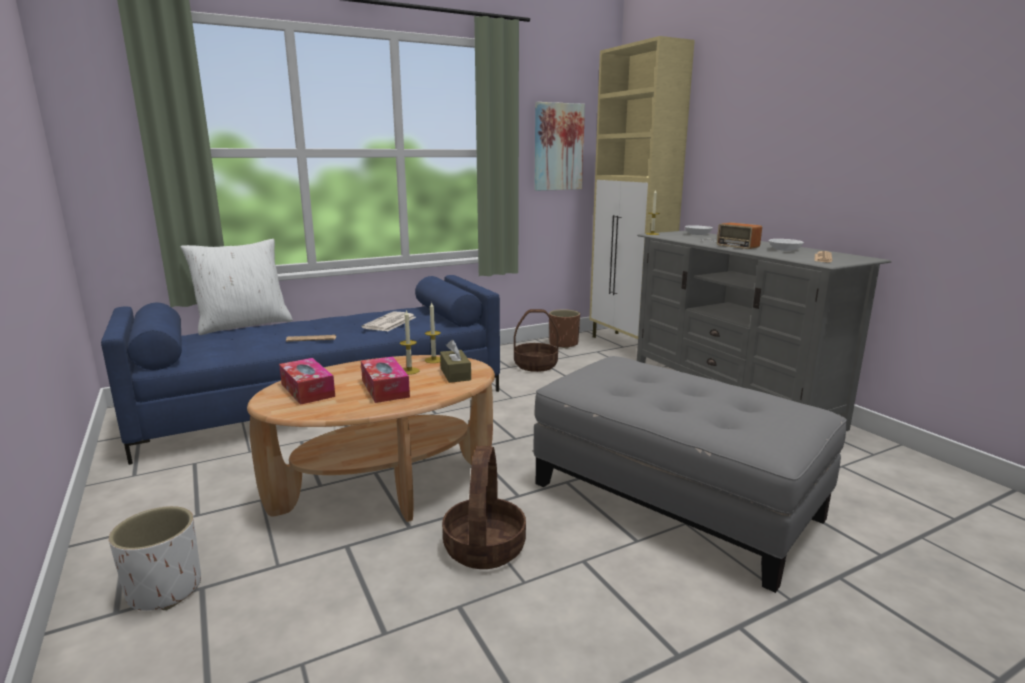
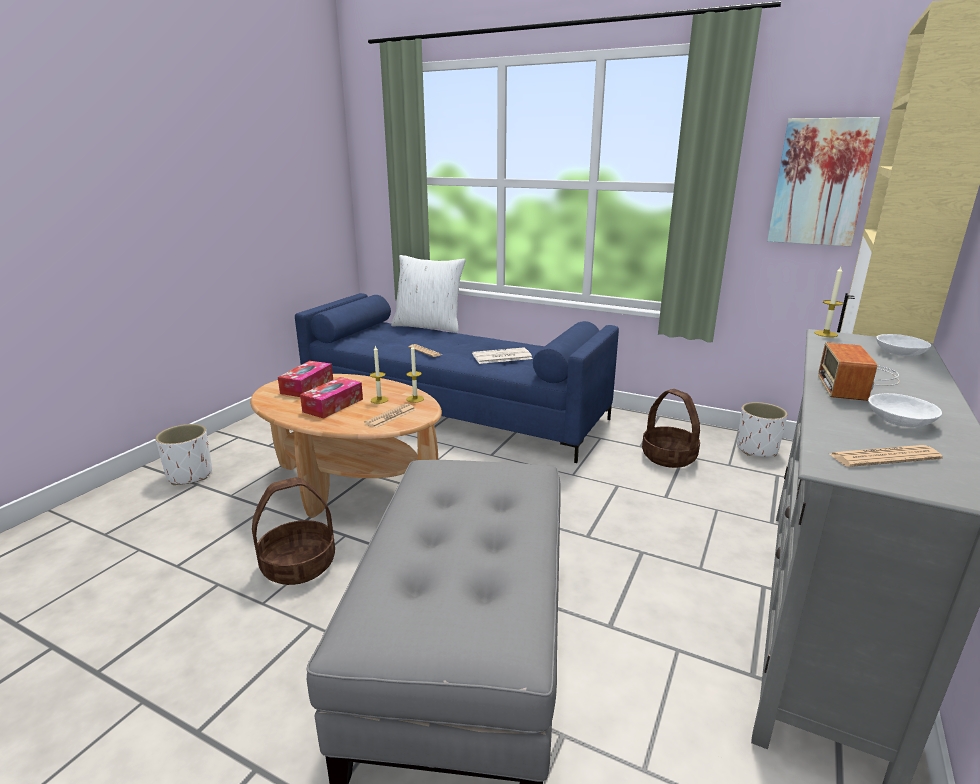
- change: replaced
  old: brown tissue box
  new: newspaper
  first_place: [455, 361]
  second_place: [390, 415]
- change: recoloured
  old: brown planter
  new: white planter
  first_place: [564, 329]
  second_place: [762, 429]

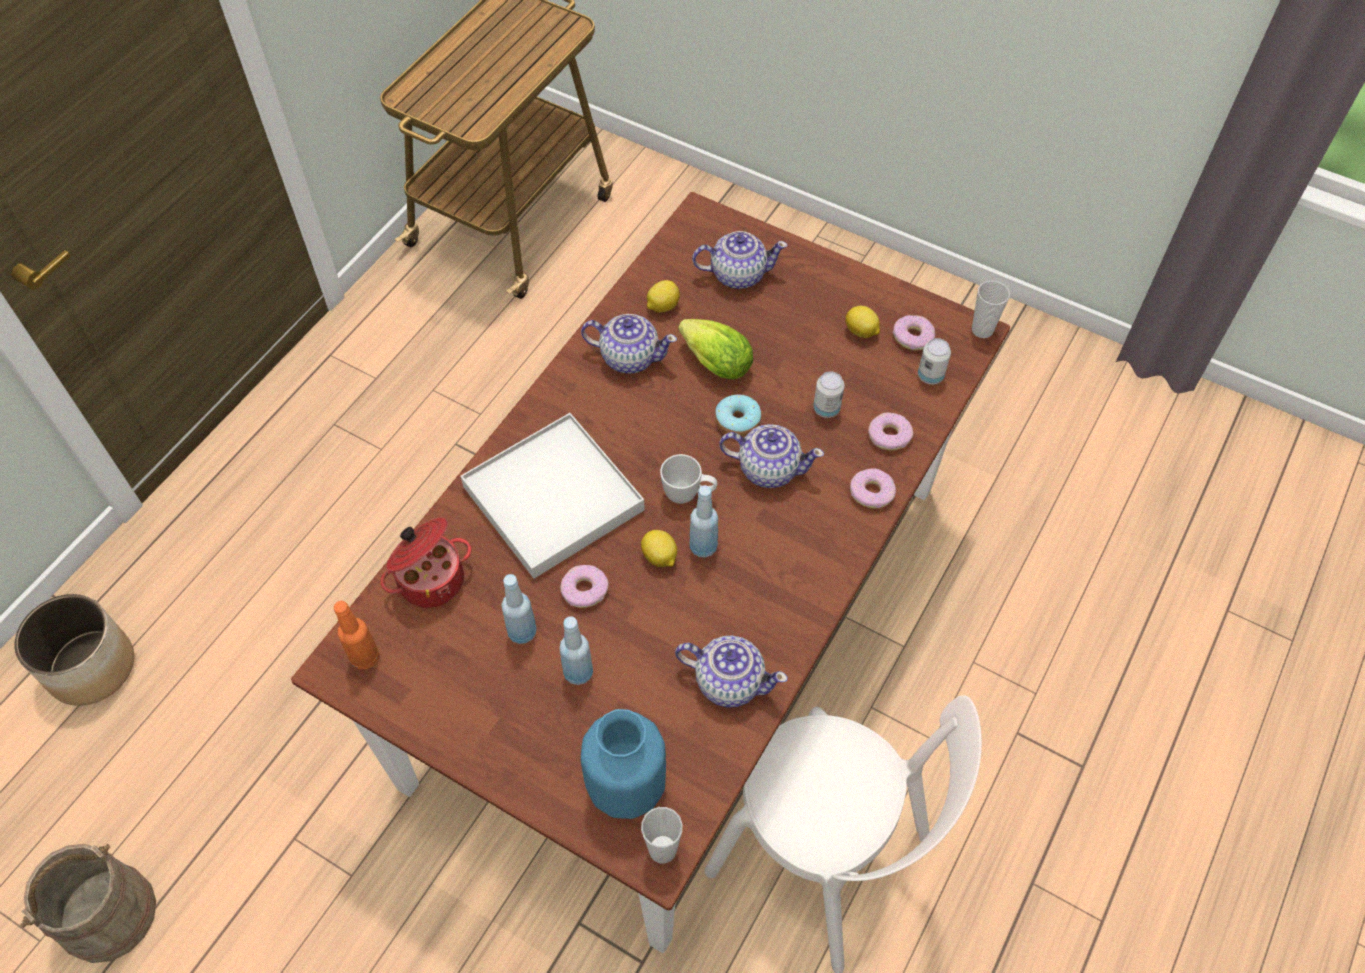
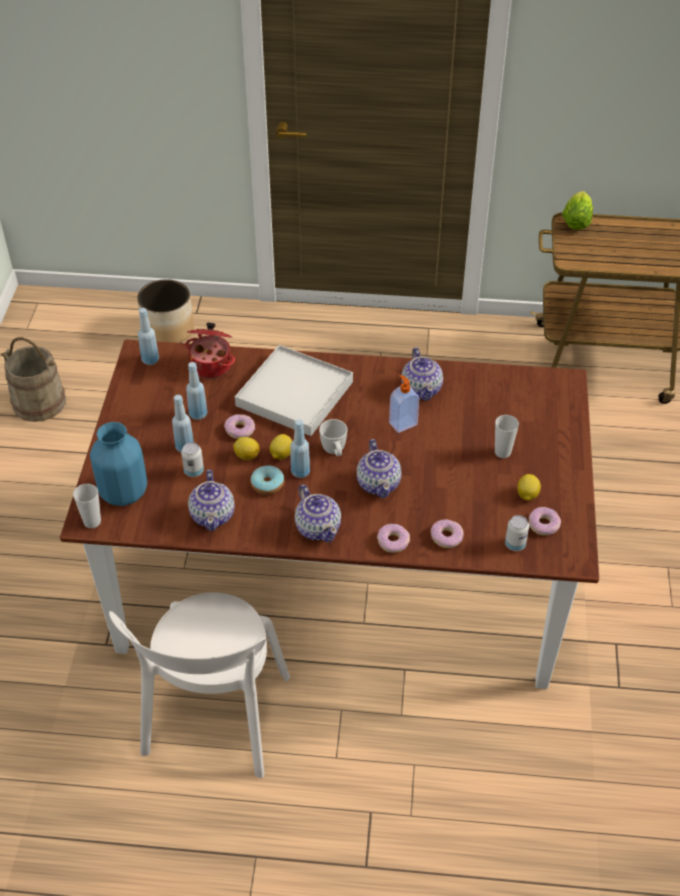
- change: recoloured
  old: orange bottle
  new: blue bottle
  first_place: [356, 635]
  second_place: [148, 336]
- change: moved
  old: can
  first_place: [829, 394]
  second_place: [192, 459]
- change: moved
  old: lemon
  first_place: [663, 296]
  second_place: [246, 448]
- change: moved
  old: donut
  first_place: [738, 415]
  second_place: [267, 480]
- change: moved
  old: teapot
  first_place: [740, 260]
  second_place: [318, 513]
- change: added
  new: soap dispenser
  second_place: [404, 404]
- change: moved
  old: cup
  first_place: [991, 309]
  second_place: [507, 436]
- change: moved
  old: lettuce
  first_place: [715, 349]
  second_place: [577, 210]

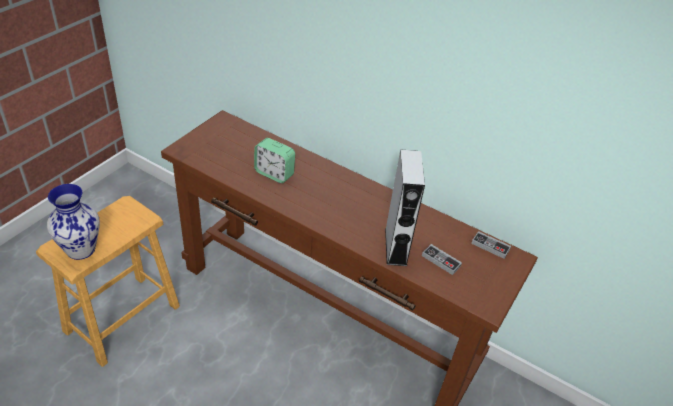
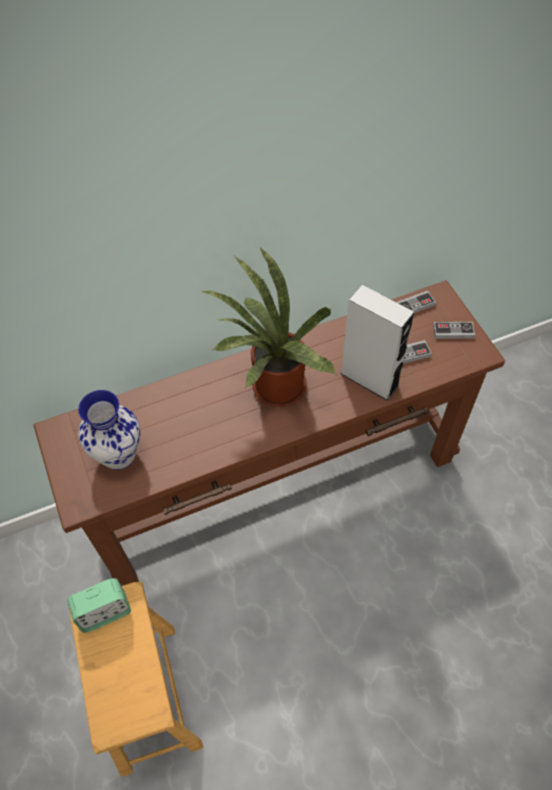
- change: moved
  old: alarm clock
  first_place: [274, 160]
  second_place: [99, 605]
- change: moved
  old: vase
  first_place: [73, 222]
  second_place: [109, 430]
- change: added
  new: potted plant
  second_place: [268, 327]
- change: added
  new: game controller
  second_place: [454, 330]

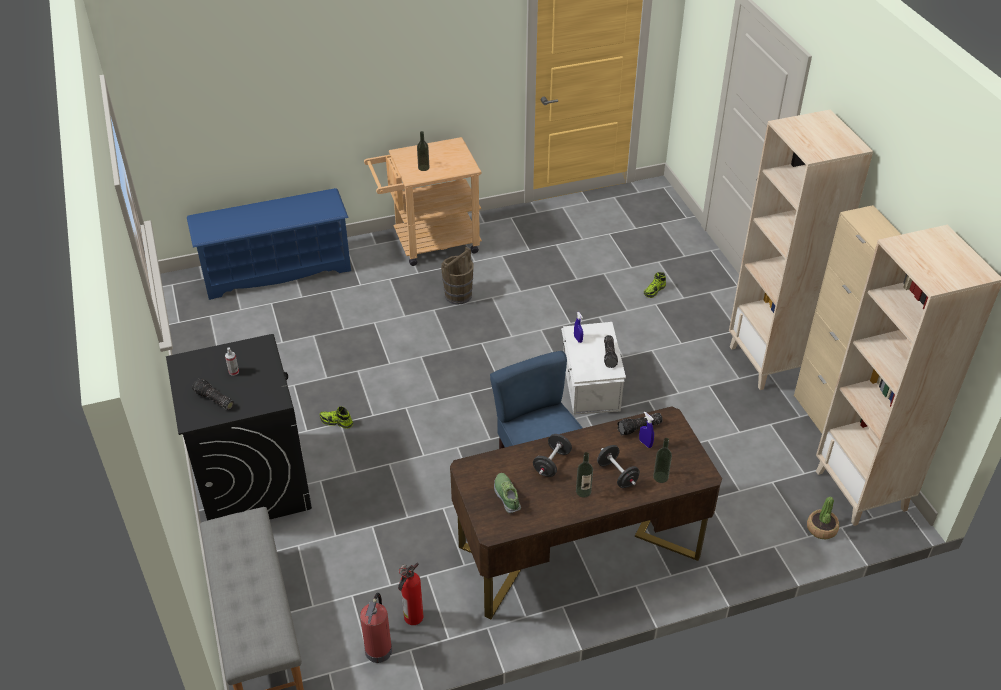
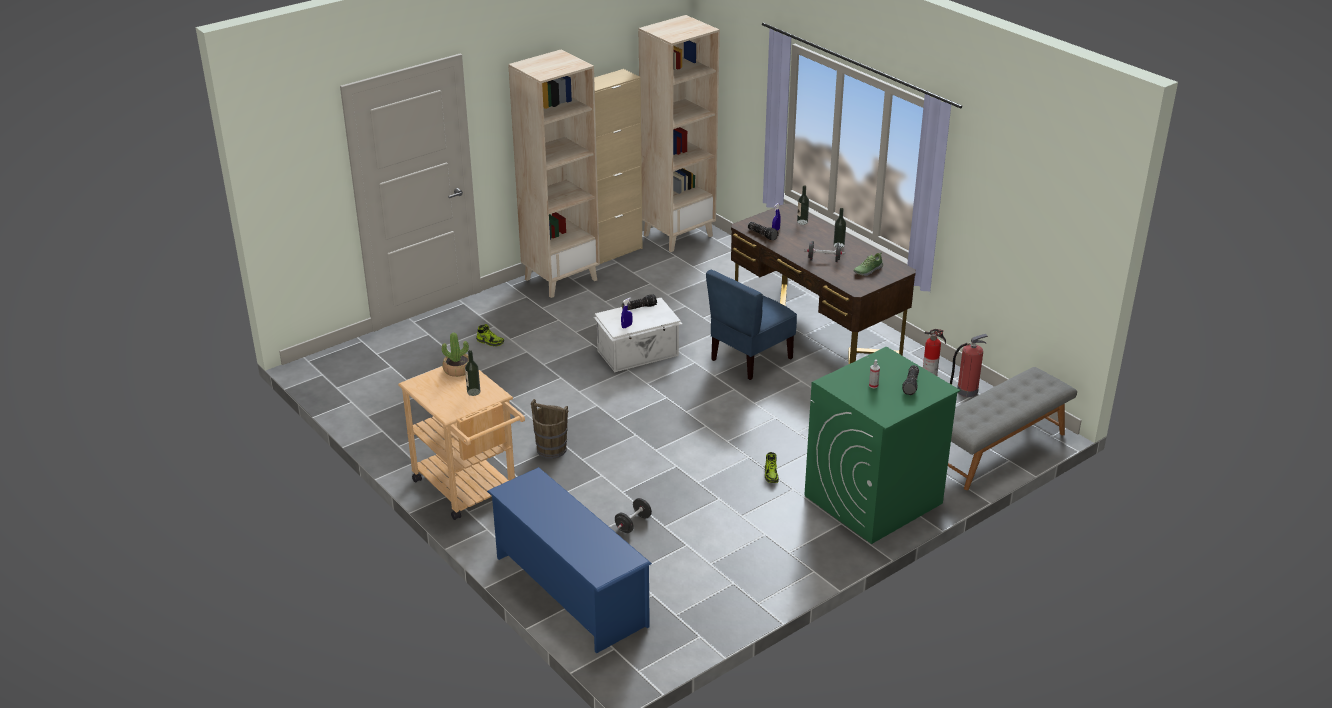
- change: moved
  old: potted plant
  first_place: [823, 518]
  second_place: [455, 355]
- change: moved
  old: black dumbbell
  first_place: [618, 466]
  second_place: [633, 515]
- change: recoloured
  old: black washing machine
  new: green washing machine
  first_place: [239, 427]
  second_place: [882, 445]

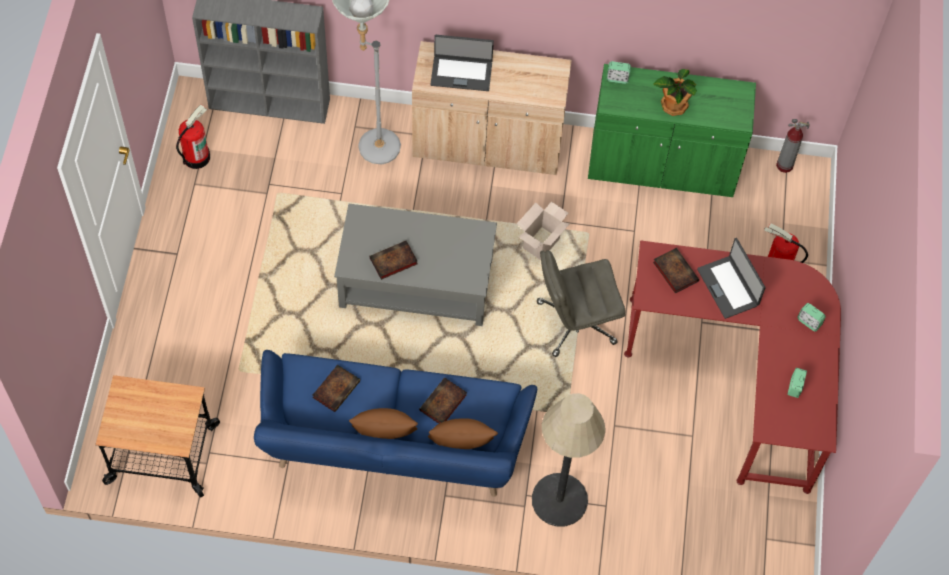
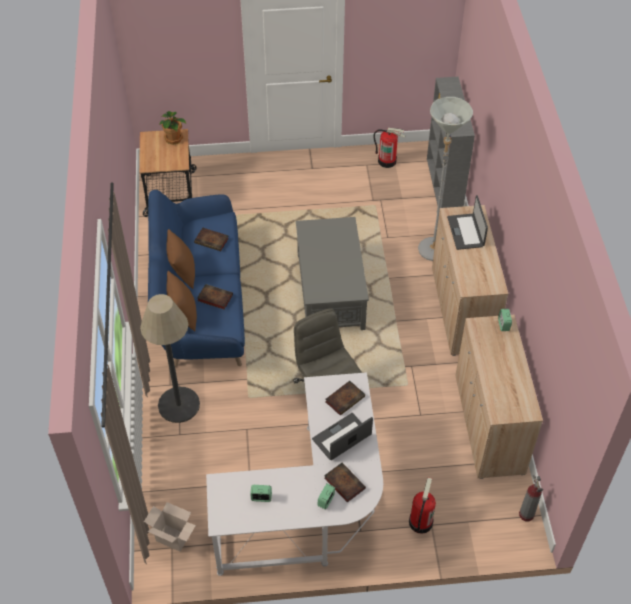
- change: moved
  old: cardboard box
  first_place: [543, 231]
  second_place: [170, 527]
- change: moved
  old: potted plant
  first_place: [675, 92]
  second_place: [173, 128]
- change: recoloured
  old: red desk
  new: white desk
  first_place: [732, 367]
  second_place: [294, 474]
- change: moved
  old: book
  first_place: [393, 260]
  second_place: [345, 482]
- change: recoloured
  old: green cabinet
  new: beige cabinet
  first_place: [672, 130]
  second_place: [499, 397]

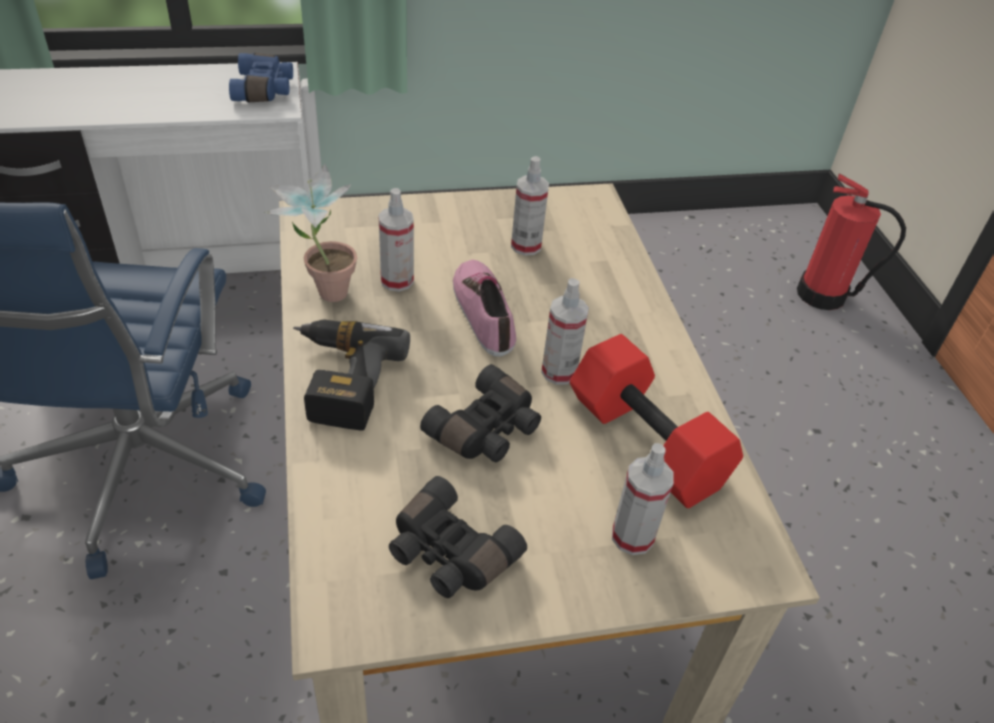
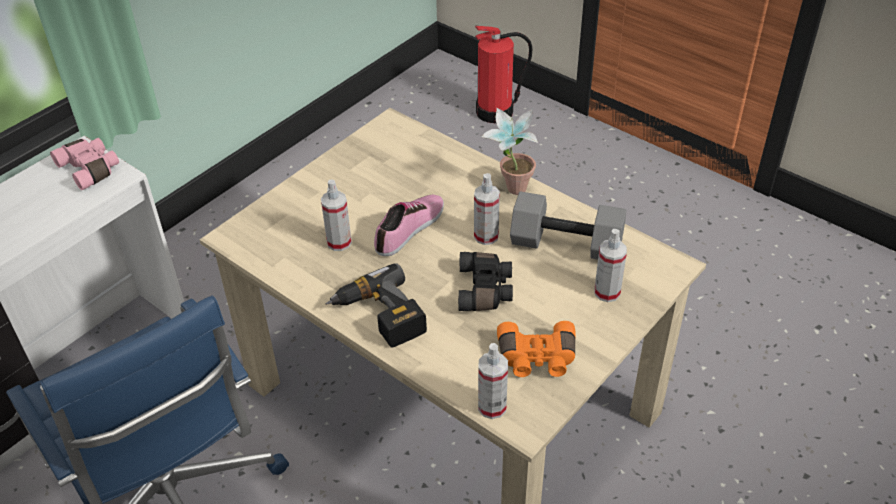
- change: recoloured
  old: blue binoculars
  new: pink binoculars
  first_place: [261, 77]
  second_place: [84, 164]
- change: turned
  old: shoe
  first_place: [484, 308]
  second_place: [409, 225]
  degrees: 90
- change: moved
  old: spray bottle
  first_place: [530, 206]
  second_place: [493, 381]
- change: moved
  old: potted plant
  first_place: [311, 232]
  second_place: [510, 151]
- change: recoloured
  old: black binoculars
  new: orange binoculars
  first_place: [458, 537]
  second_place: [536, 349]
- change: recoloured
  old: red dumbbell
  new: grey dumbbell
  first_place: [656, 421]
  second_place: [568, 225]

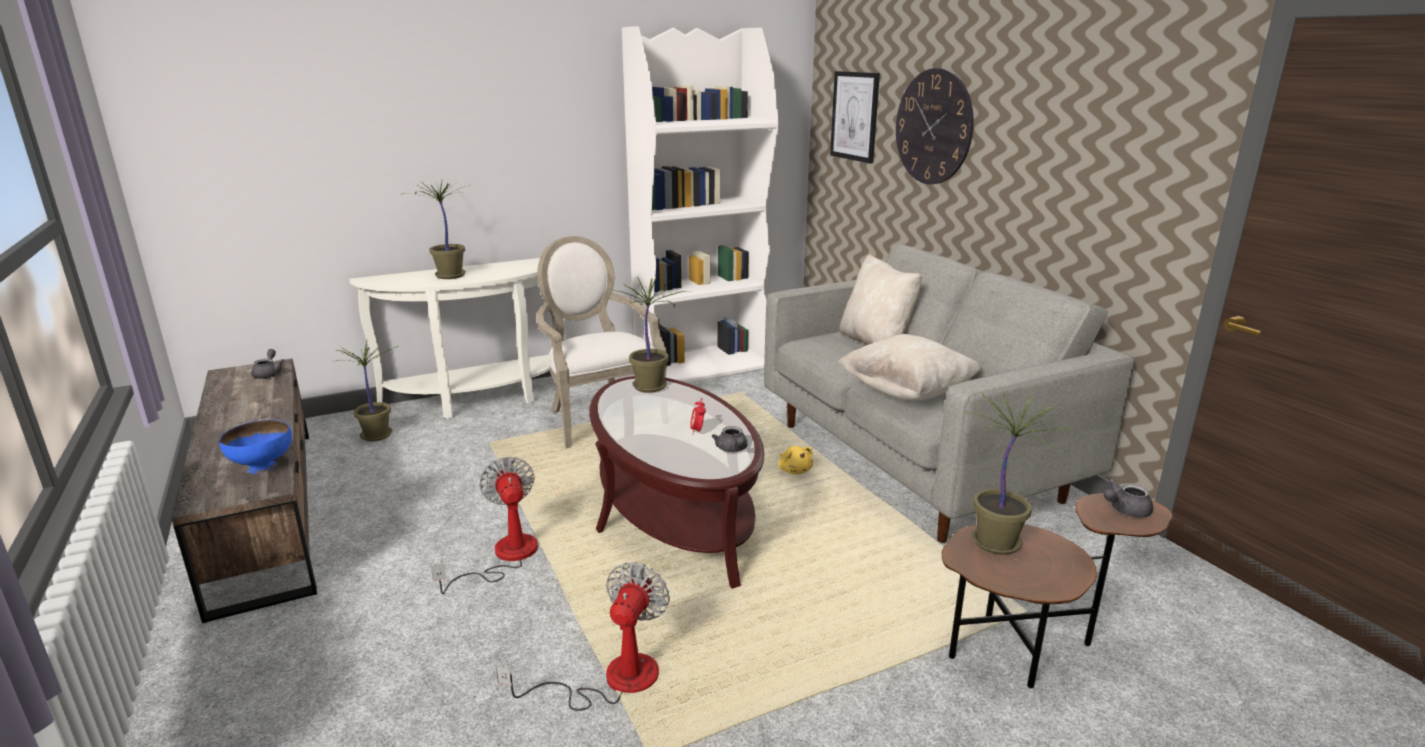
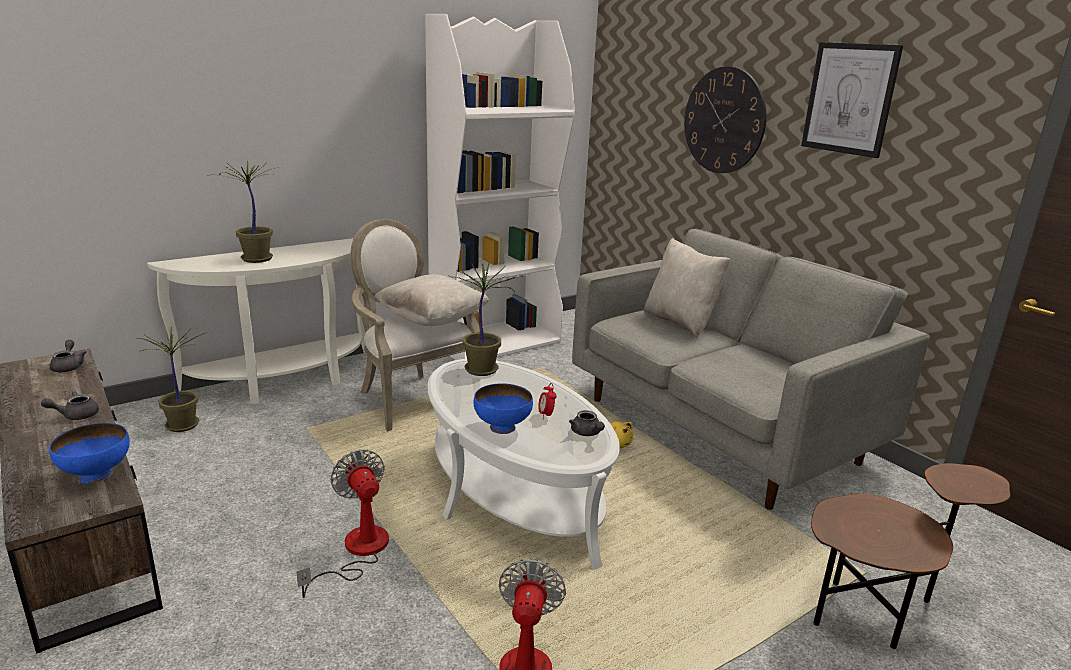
- change: moved
  old: grey teapot
  first_place: [1128, 498]
  second_place: [70, 405]
- change: moved
  old: beige pillow
  first_place: [909, 367]
  second_place: [431, 300]
- change: recoloured
  old: brown coffee table
  new: white coffee table
  first_place: [676, 482]
  second_place: [524, 464]
- change: added
  new: blue bowl
  second_place: [503, 408]
- change: moved
  old: picture
  first_place: [855, 117]
  second_place: [852, 100]
- change: removed
  old: potted plant
  first_place: [1020, 474]

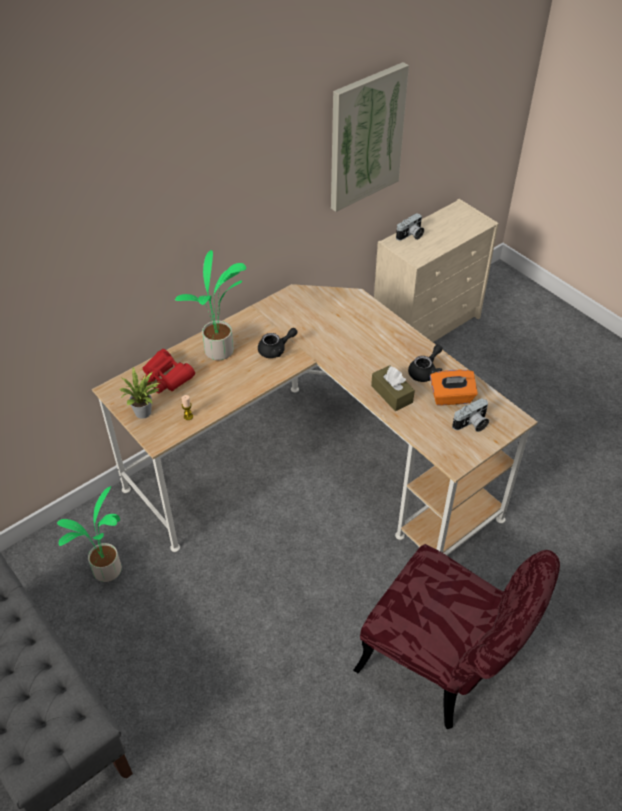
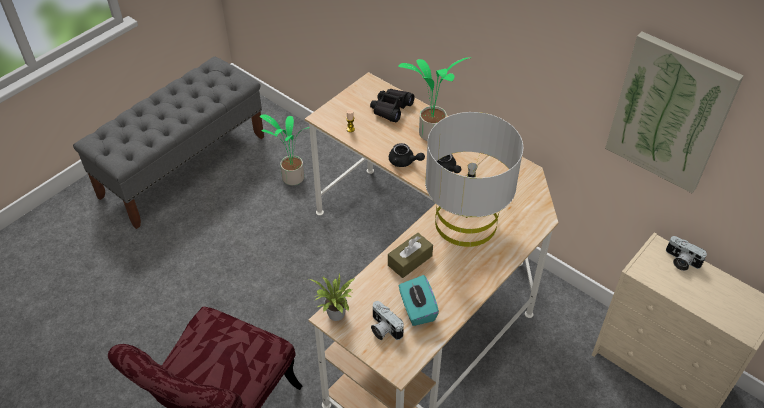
- change: moved
  old: potted plant
  first_place: [140, 393]
  second_place: [332, 297]
- change: recoloured
  old: red binoculars
  new: black binoculars
  first_place: [168, 371]
  second_place: [392, 105]
- change: moved
  old: black teapot
  first_place: [425, 363]
  second_place: [407, 155]
- change: recoloured
  old: orange tissue box
  new: turquoise tissue box
  first_place: [454, 387]
  second_place: [419, 300]
- change: added
  new: grey table lamp
  second_place: [474, 179]

